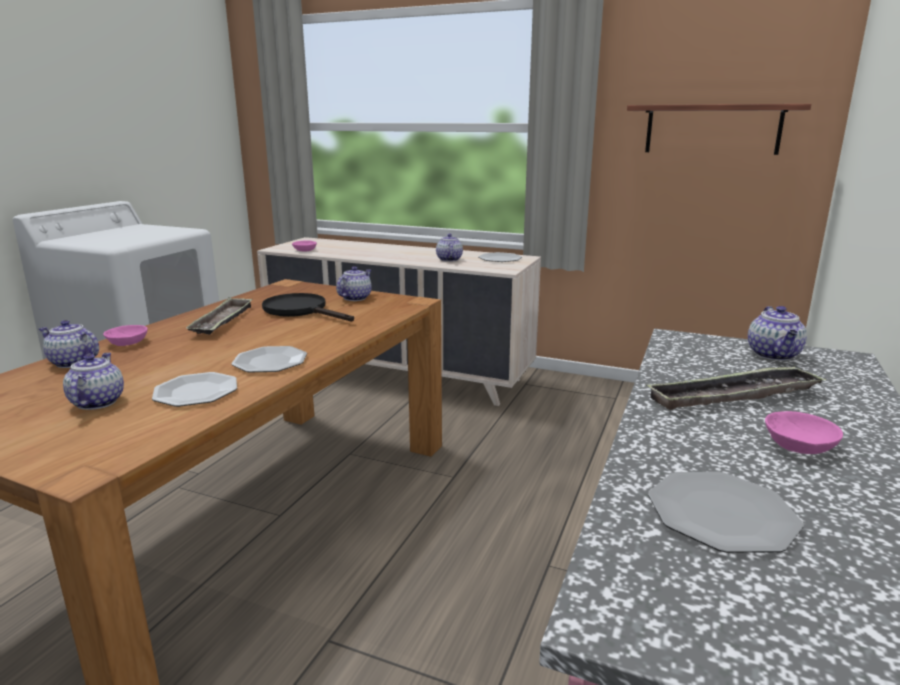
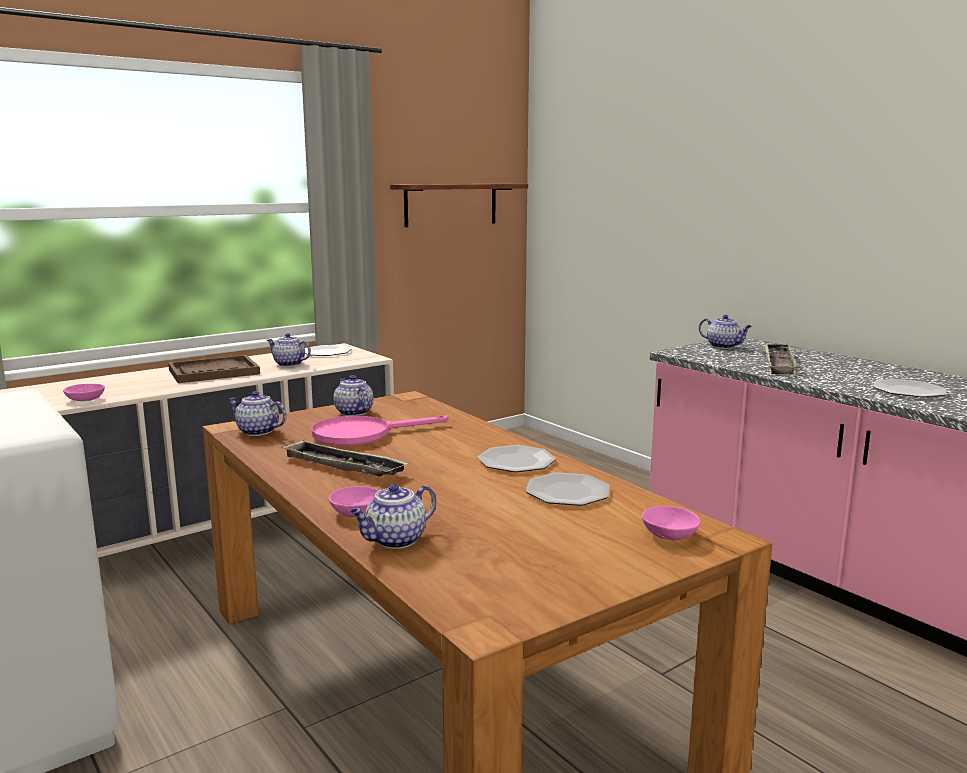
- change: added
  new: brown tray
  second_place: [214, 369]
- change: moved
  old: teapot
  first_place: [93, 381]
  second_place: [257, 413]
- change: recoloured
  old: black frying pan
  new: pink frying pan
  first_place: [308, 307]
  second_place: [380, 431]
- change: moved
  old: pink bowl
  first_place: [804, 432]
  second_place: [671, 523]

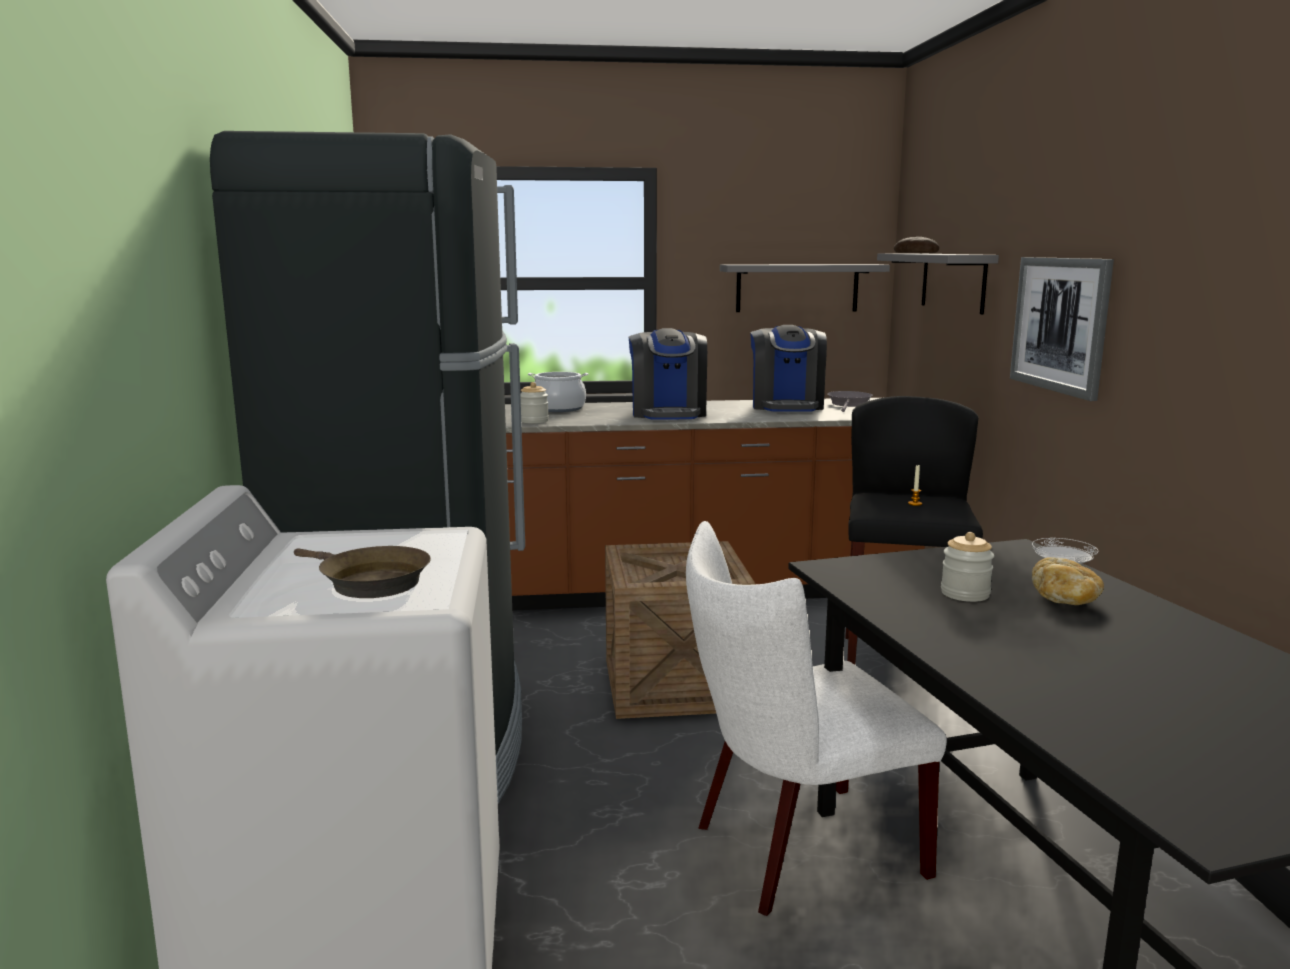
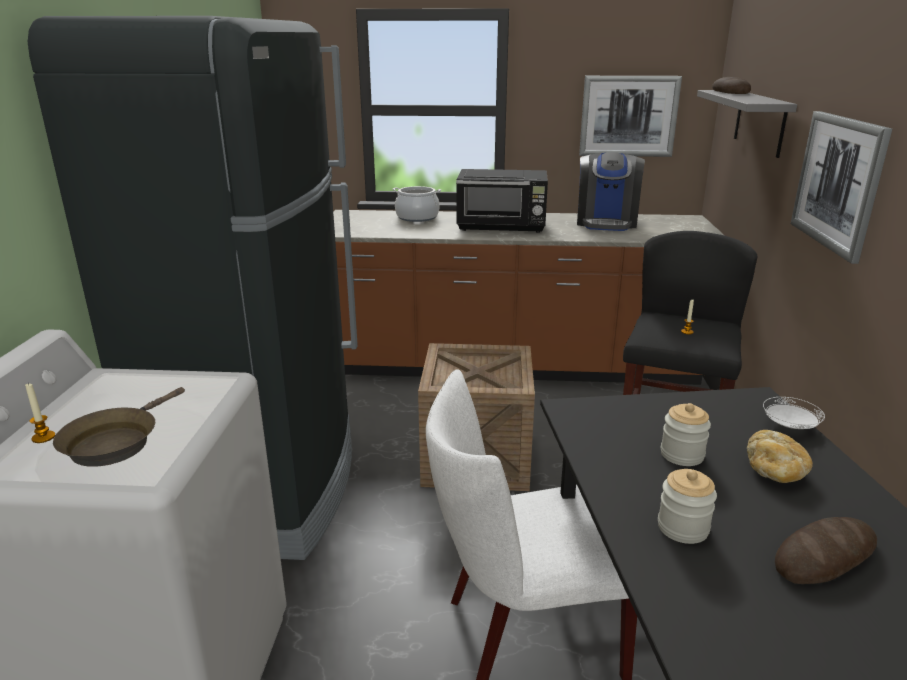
- change: added
  new: candle
  second_place: [40, 413]
- change: turned
  old: brown frying pan
  first_place: [362, 572]
  second_place: [119, 427]
  degrees: 60
- change: replaced
  old: coffee machine
  new: black microwave
  first_place: [668, 374]
  second_place: [502, 201]
- change: replaced
  old: grey shelf
  new: picture
  first_place: [805, 288]
  second_place: [630, 116]
- change: moved
  old: jar
  first_place: [534, 402]
  second_place: [687, 506]
- change: added
  new: bread
  second_place: [826, 550]
- change: removed
  old: grey frying pan
  first_place: [850, 401]

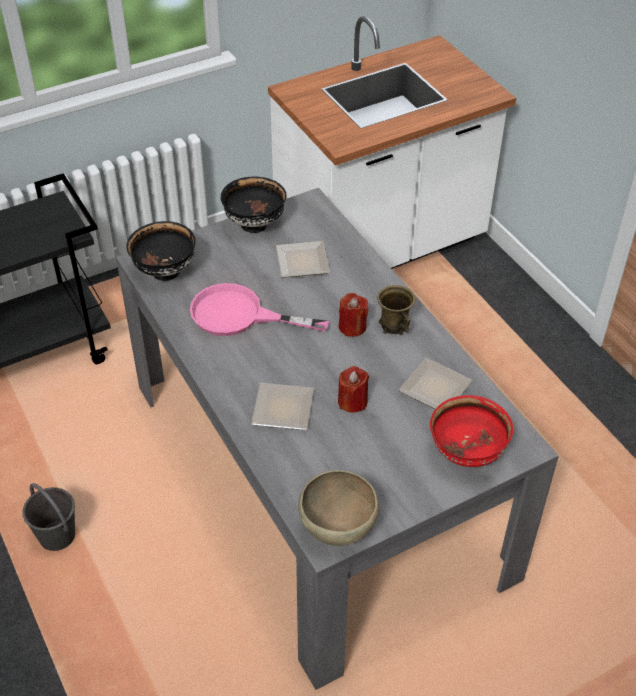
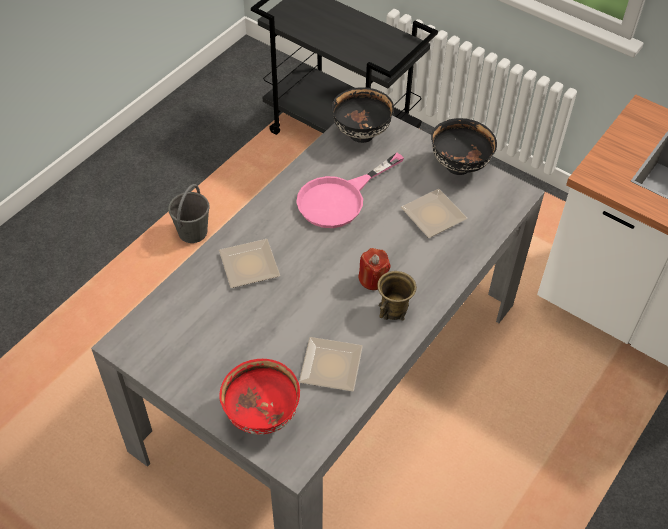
- change: turned
  old: pink frying pan
  first_place: [259, 309]
  second_place: [350, 190]
  degrees: -120
- change: removed
  old: brown bowl
  first_place: [338, 508]
- change: removed
  old: red candle
  first_place: [353, 389]

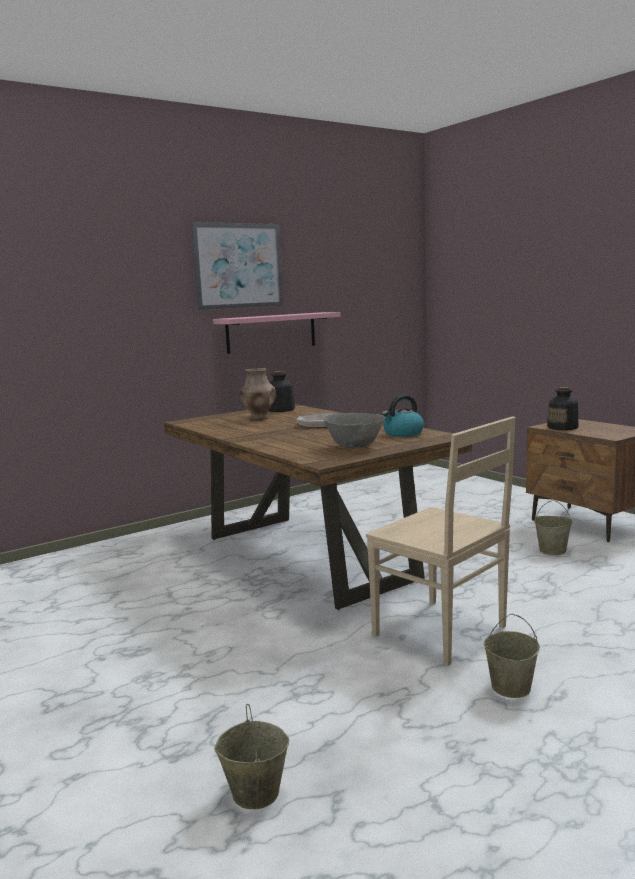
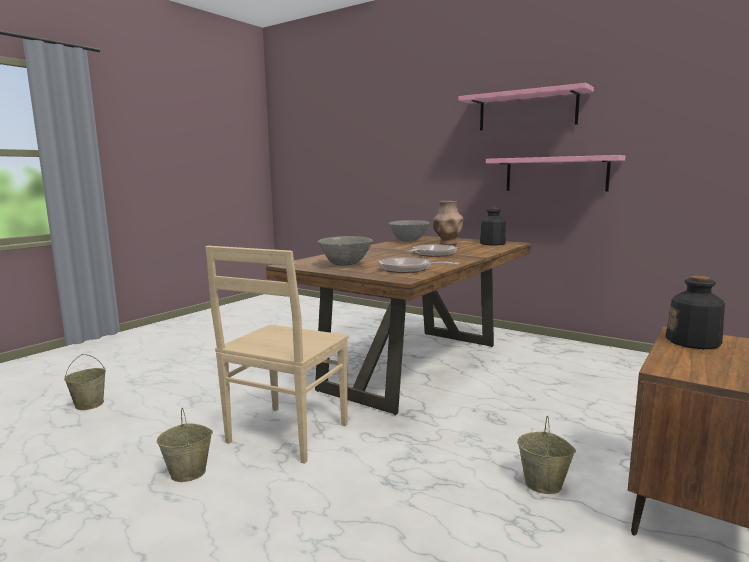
- change: replaced
  old: kettle
  new: frying pan
  first_place: [403, 416]
  second_place: [419, 265]
- change: added
  new: grey bowl
  second_place: [409, 231]
- change: replaced
  old: picture
  new: pink shelf
  first_place: [237, 266]
  second_place: [526, 107]

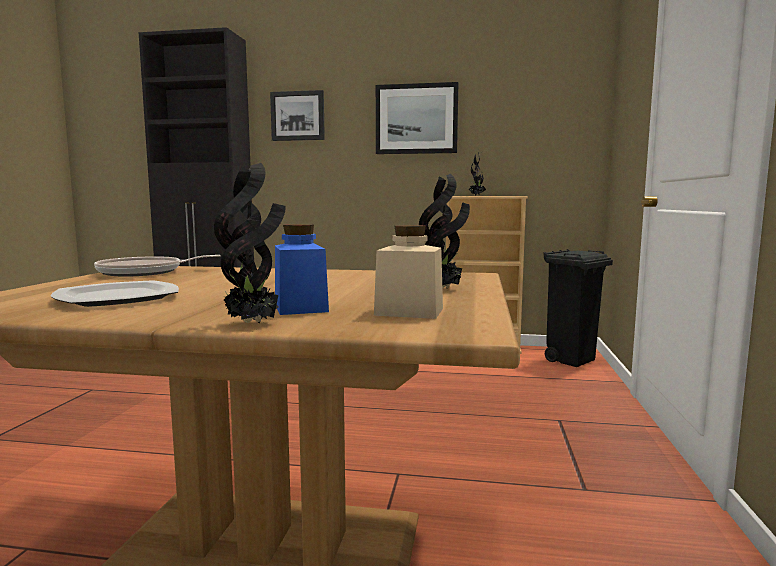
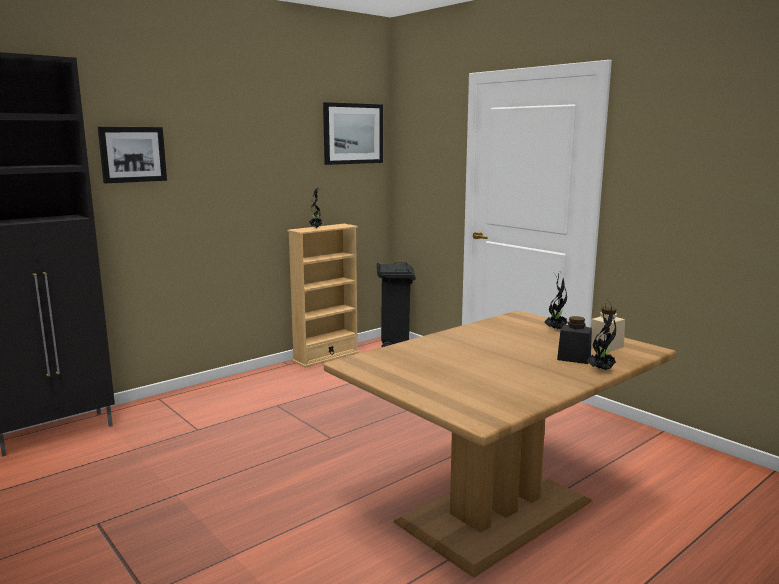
- change: moved
  old: picture
  first_place: [417, 118]
  second_place: [353, 133]
- change: recoloured
  old: blue jar
  new: black jar
  first_place: [302, 269]
  second_place: [574, 340]
- change: removed
  old: plate
  first_place: [115, 293]
- change: removed
  old: frying pan
  first_place: [157, 266]

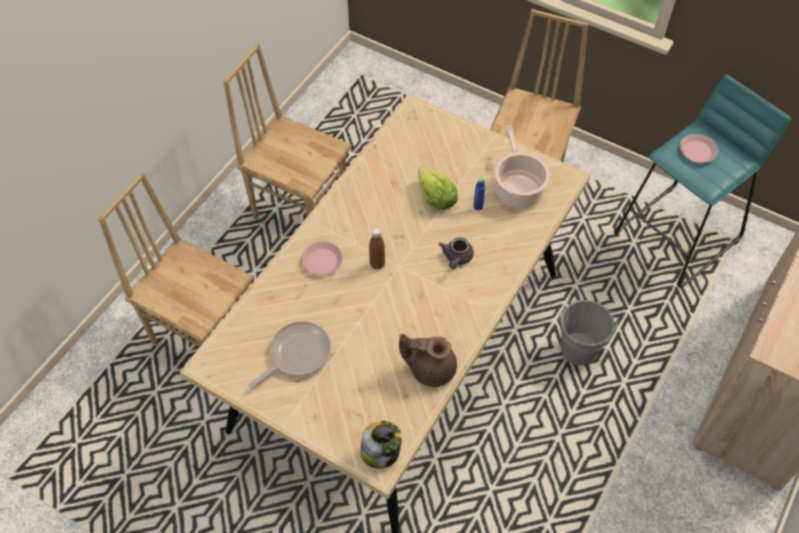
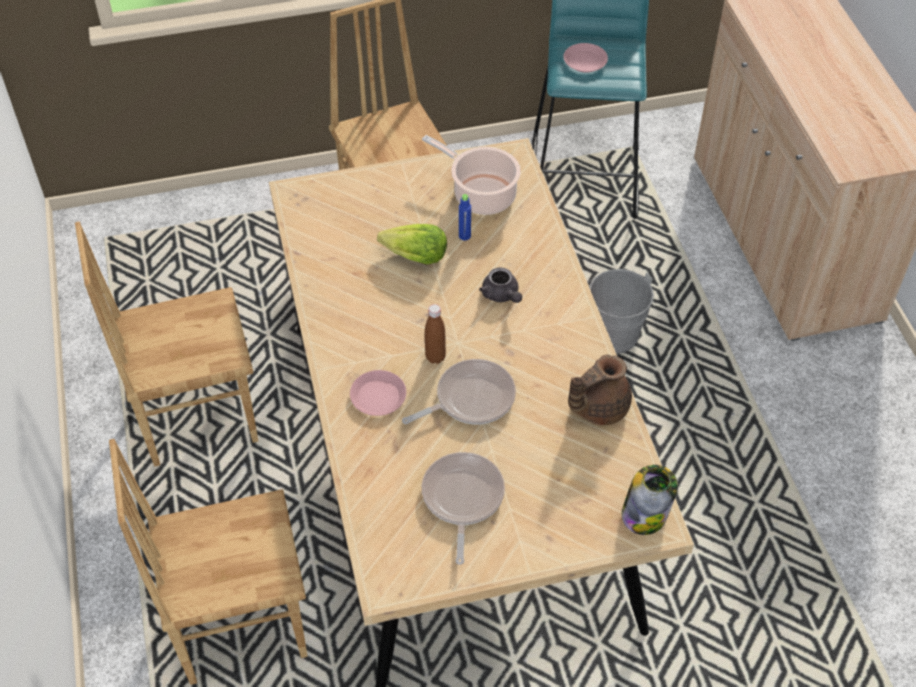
- change: added
  new: frying pan
  second_place: [459, 392]

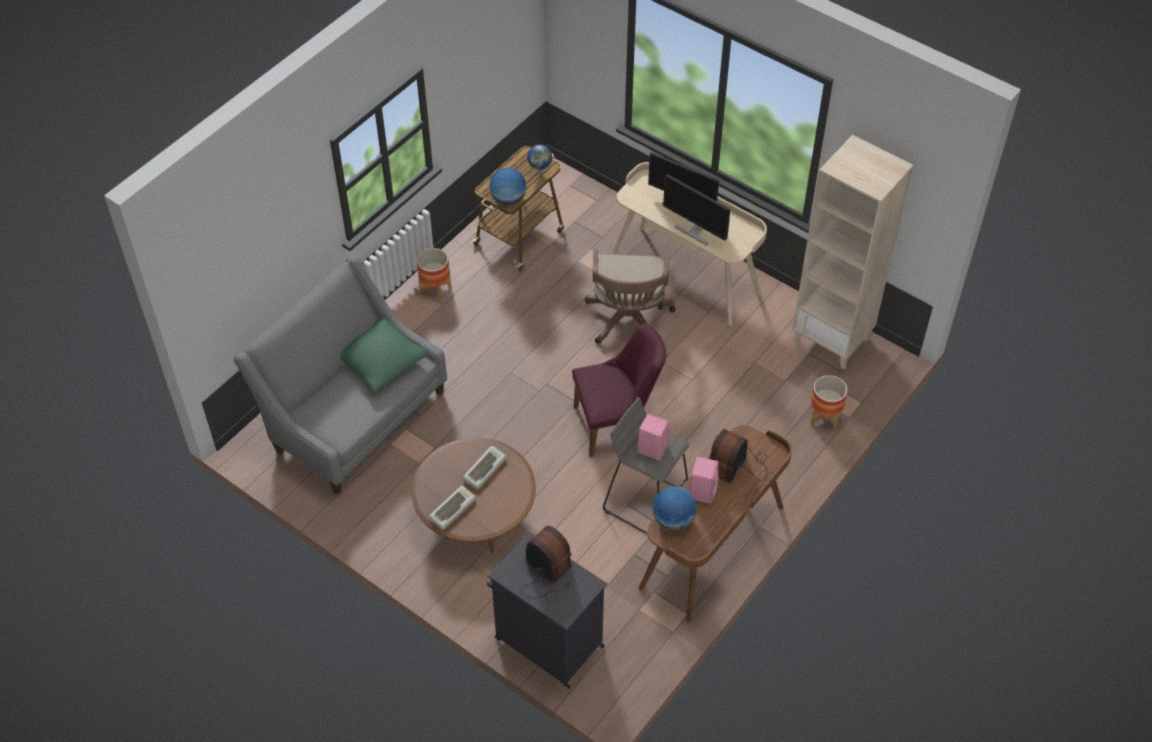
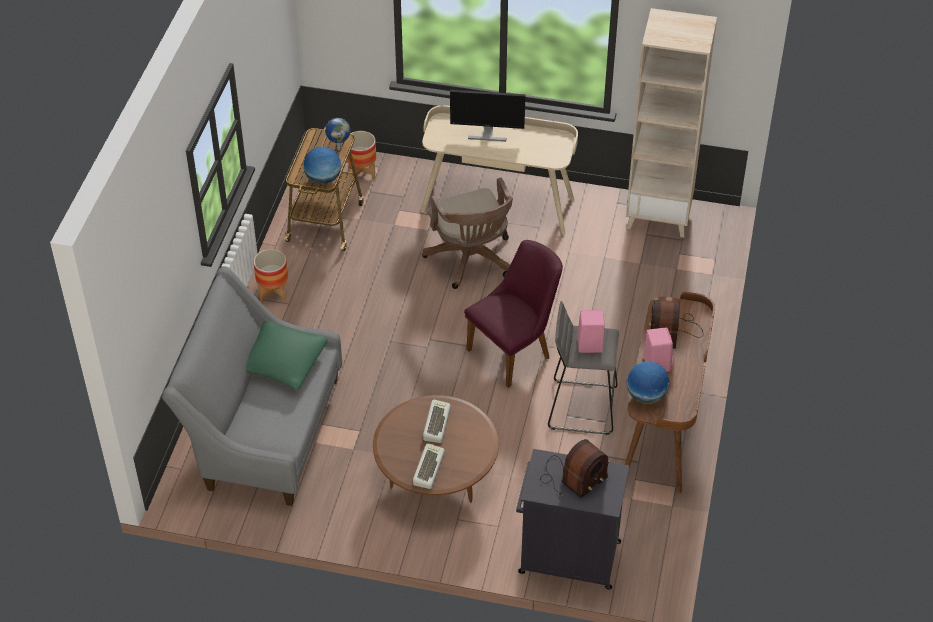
- change: moved
  old: planter
  first_place: [829, 402]
  second_place: [361, 155]
- change: turned
  old: radio
  first_place: [546, 564]
  second_place: [574, 468]
  degrees: 120
- change: removed
  old: monitor
  first_place: [696, 209]

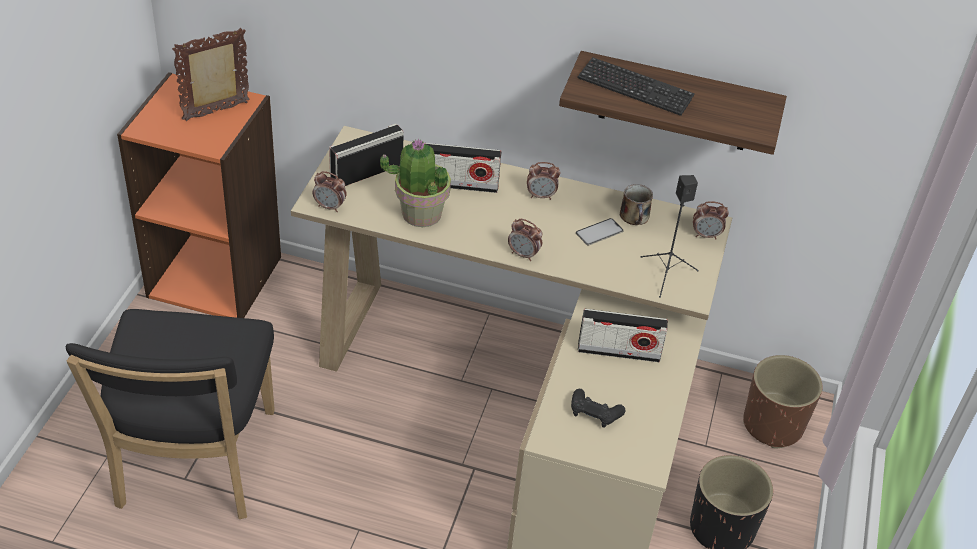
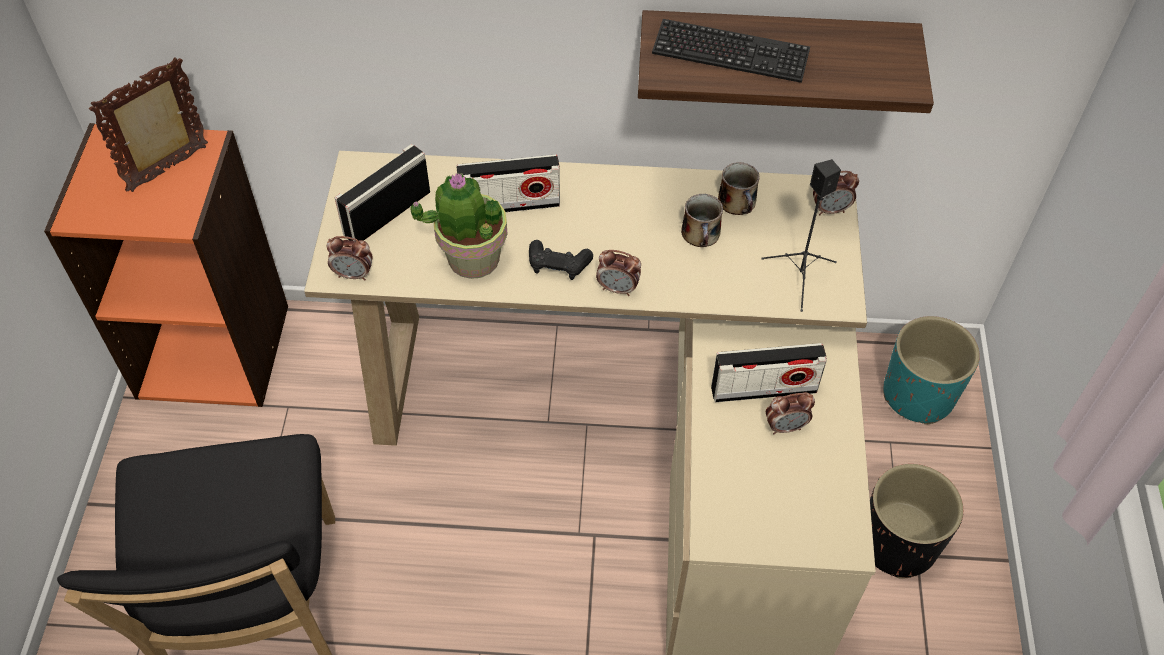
- change: moved
  old: black game controller
  first_place: [598, 408]
  second_place: [561, 260]
- change: replaced
  old: phone
  new: mug
  first_place: [599, 231]
  second_place: [702, 220]
- change: moved
  old: alarm clock
  first_place: [543, 181]
  second_place: [790, 413]
- change: recoloured
  old: brown planter
  new: turquoise planter
  first_place: [783, 401]
  second_place: [931, 370]

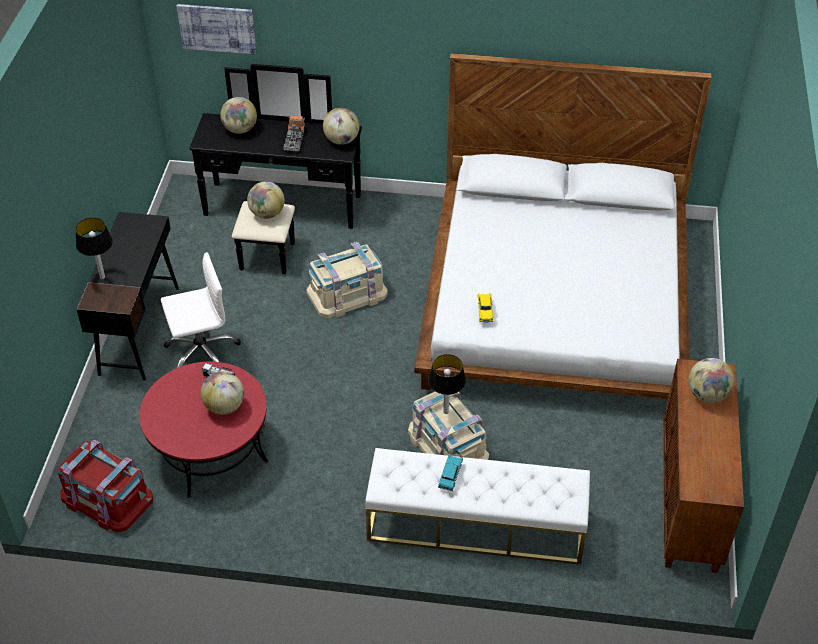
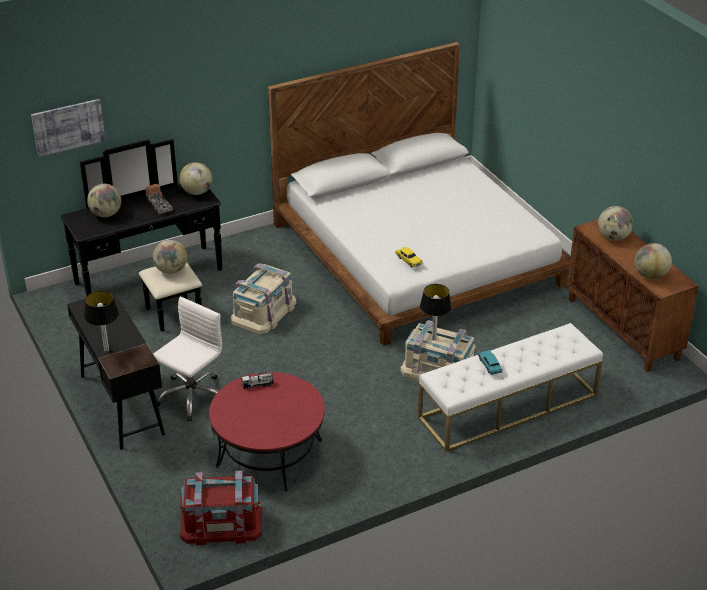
- change: moved
  old: globe
  first_place: [222, 393]
  second_place: [653, 261]

